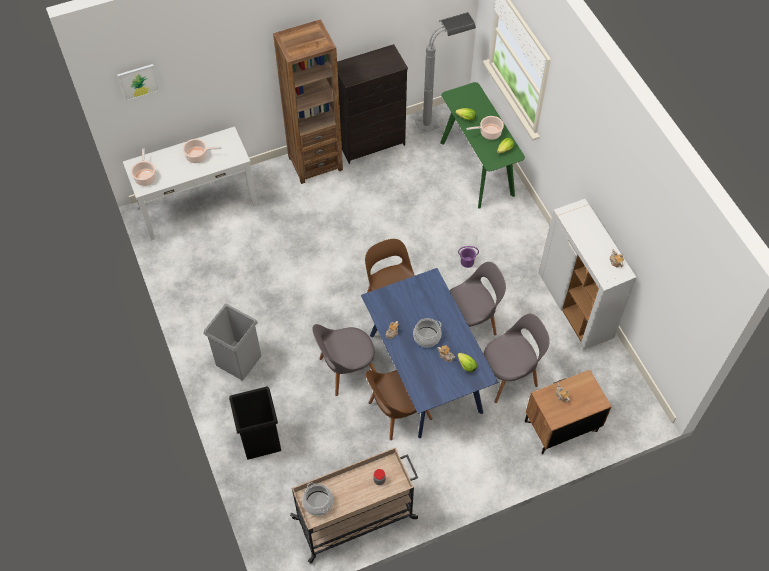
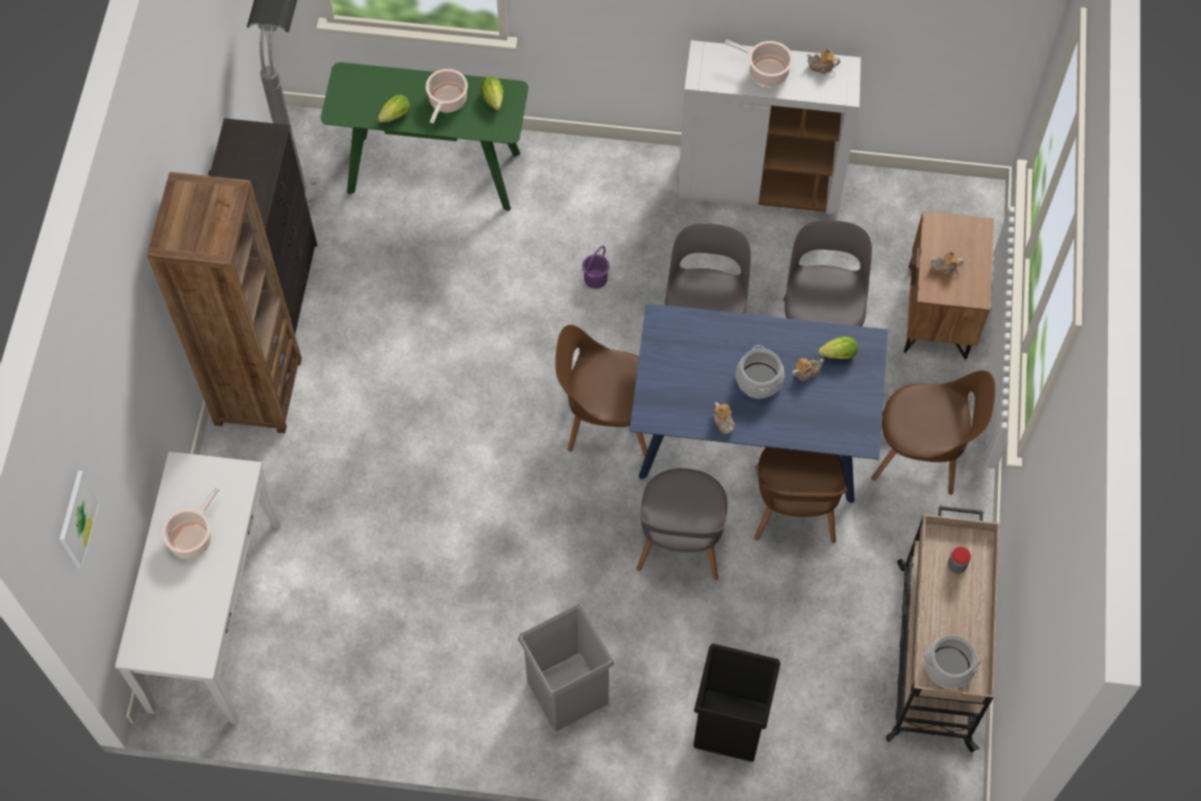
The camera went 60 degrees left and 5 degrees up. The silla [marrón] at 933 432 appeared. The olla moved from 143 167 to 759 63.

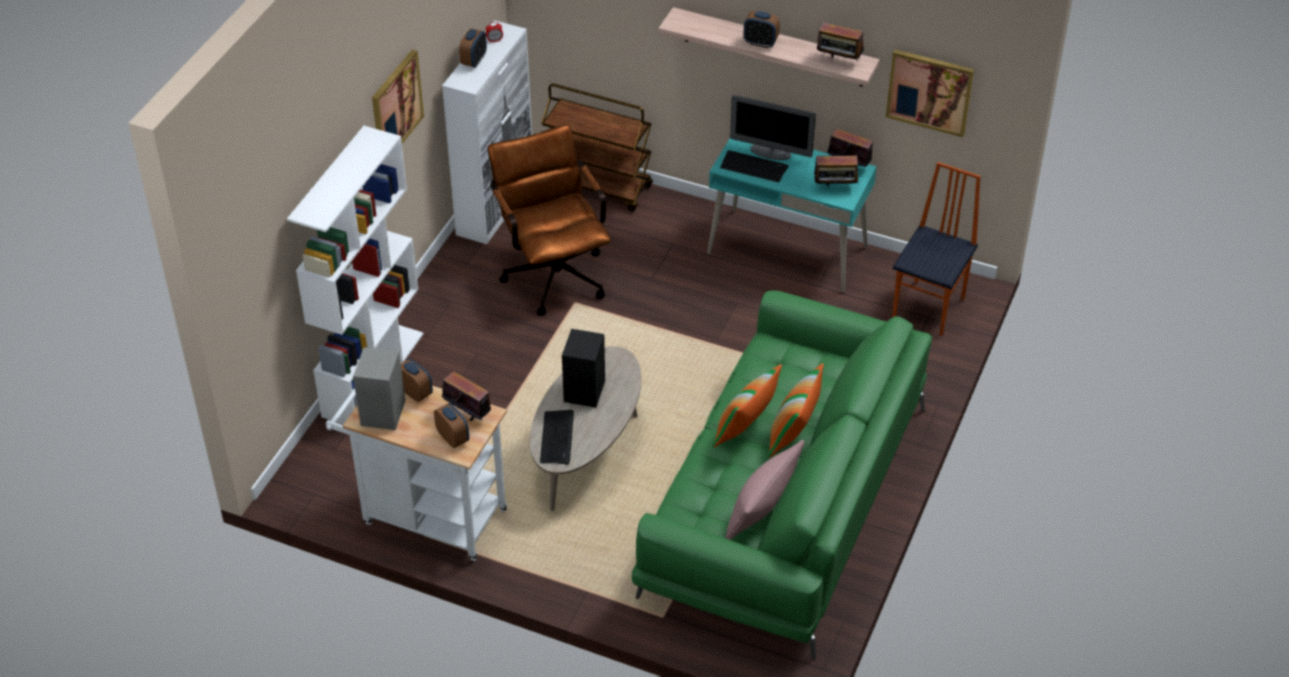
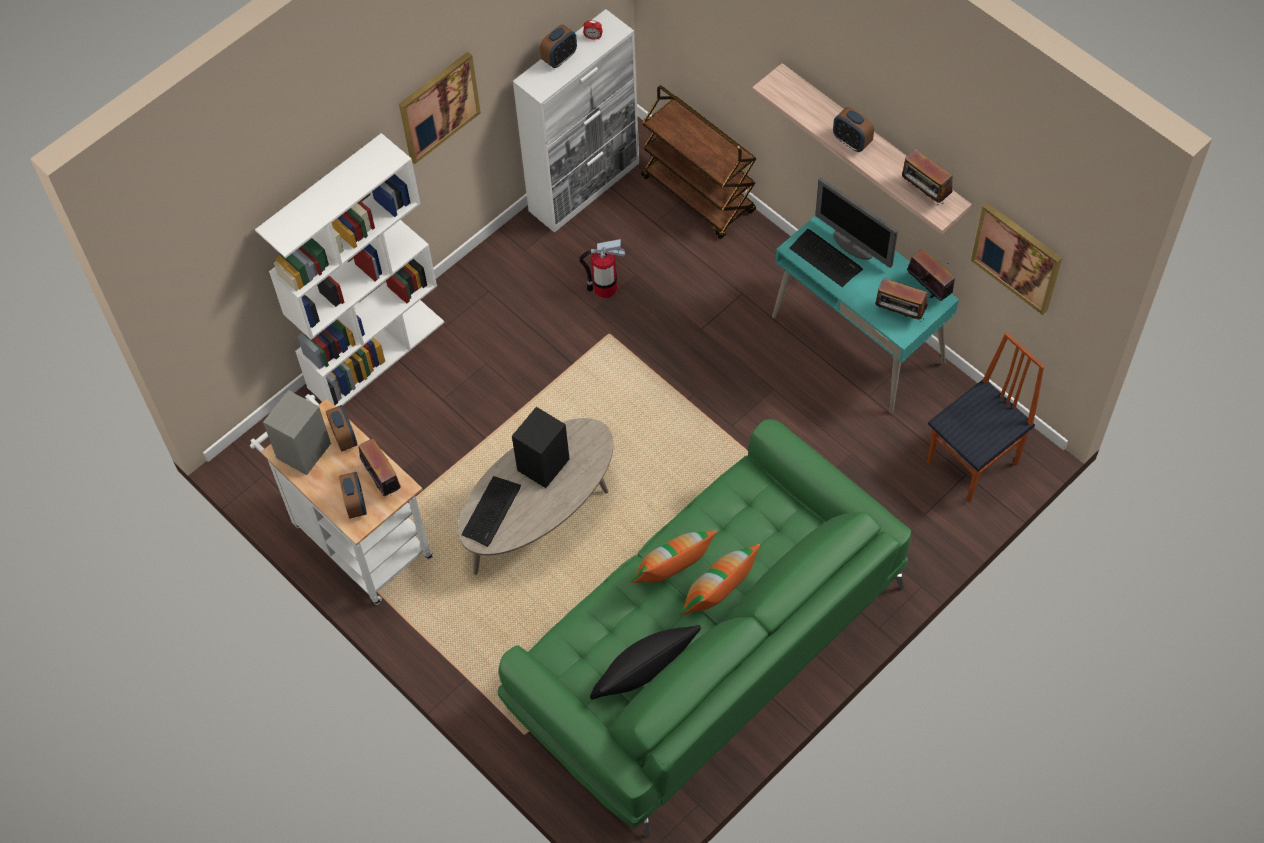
The camera went 25 degrees right and 15 degrees up. The silla de oficina [marrón] at 549 220 was replaced by the extintor at 602 268. The cojín [rosa] at 765 490 became the cojín [negro] at 645 662.

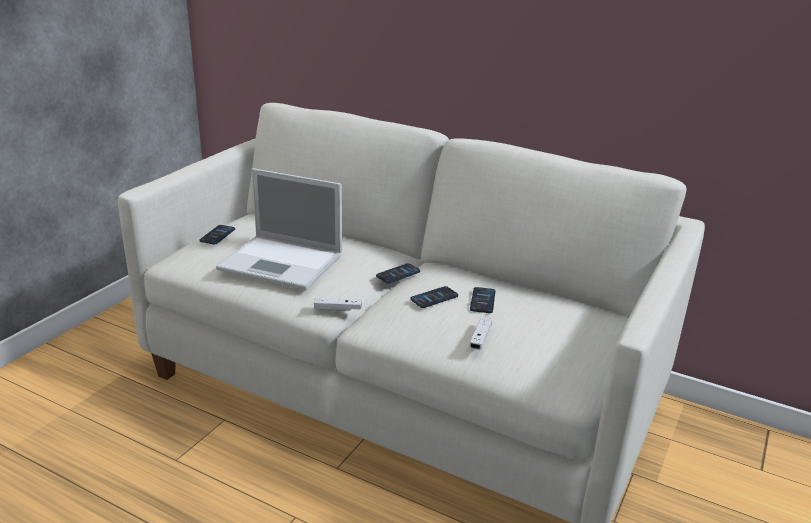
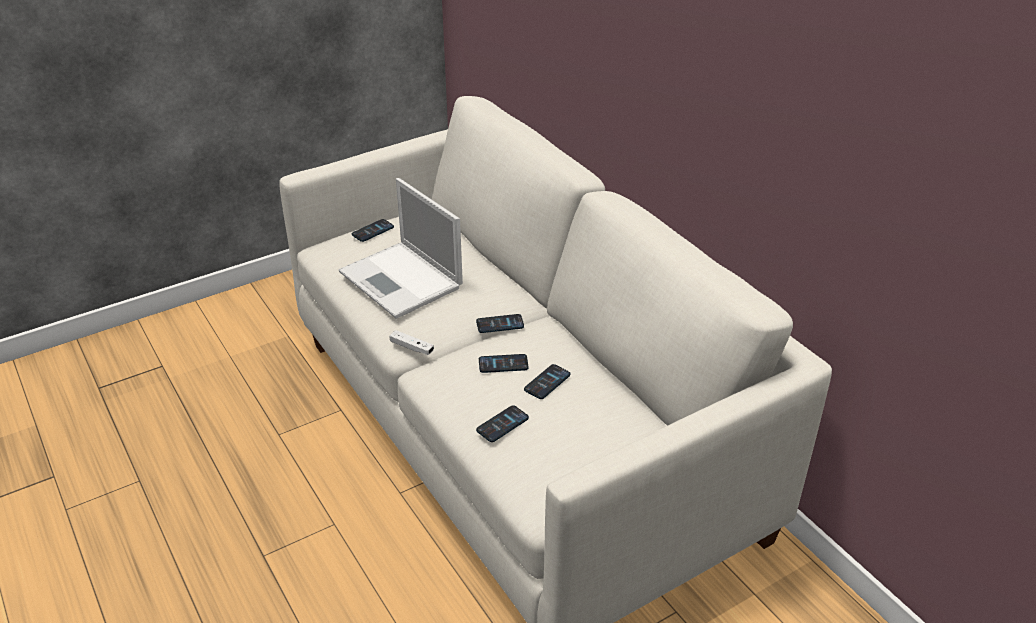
The camera went 30 degrees right and 10 degrees up. The mando de consola [blanco] at 480 333 was replaced by the móvil at 502 423.

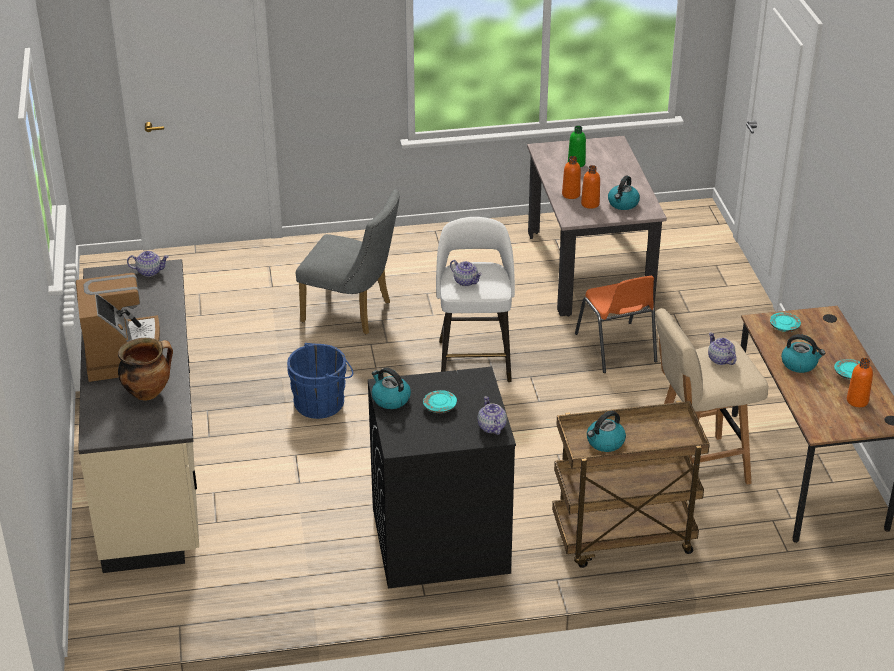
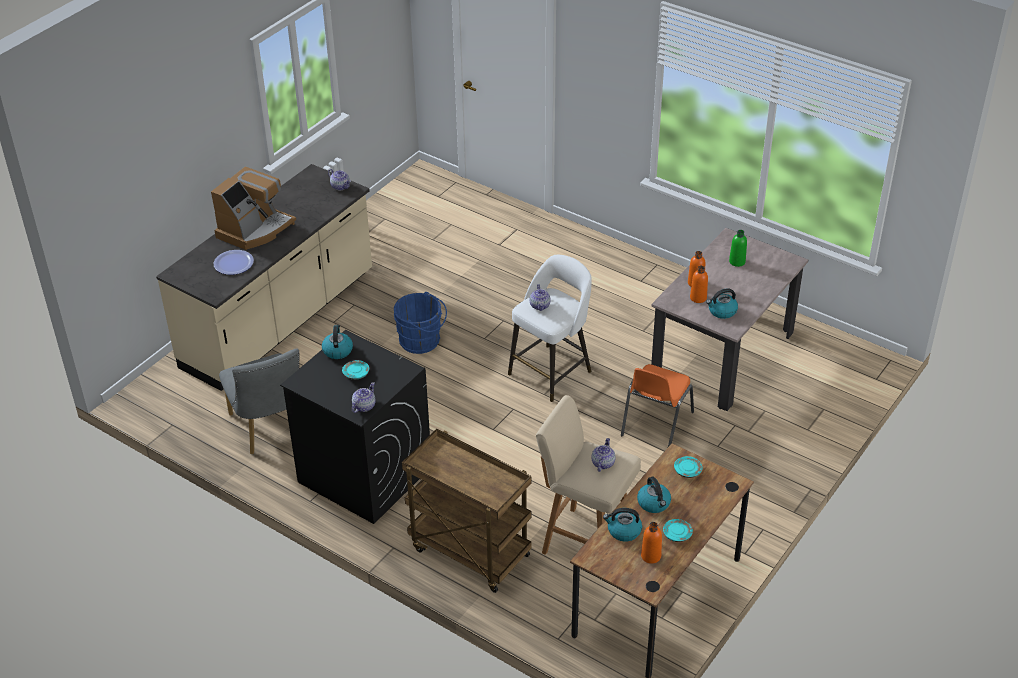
The camera went 45 degrees right and 5 degrees up. The silla [gris] moved from 348 261 to 259 401. The hervidor moved from 606 431 to 622 525. The olla at 145 369 was replaced by the plato at 234 262.

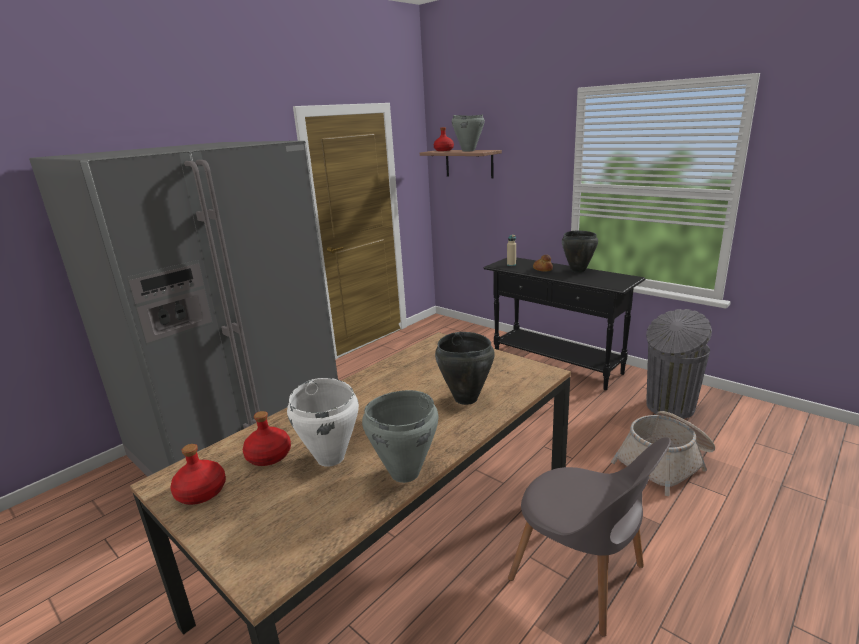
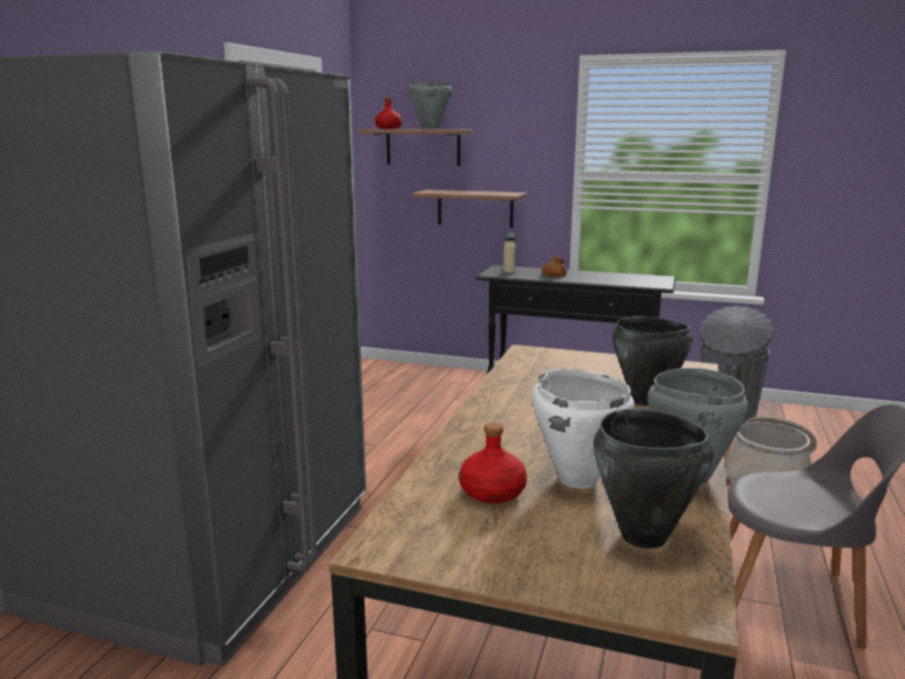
The camera went 25 degrees left and 5 degrees down. The botella [rojo] at 198 474 disappeared. The estante at 469 209 appeared. The olla [negro] moved from 580 251 to 653 479.

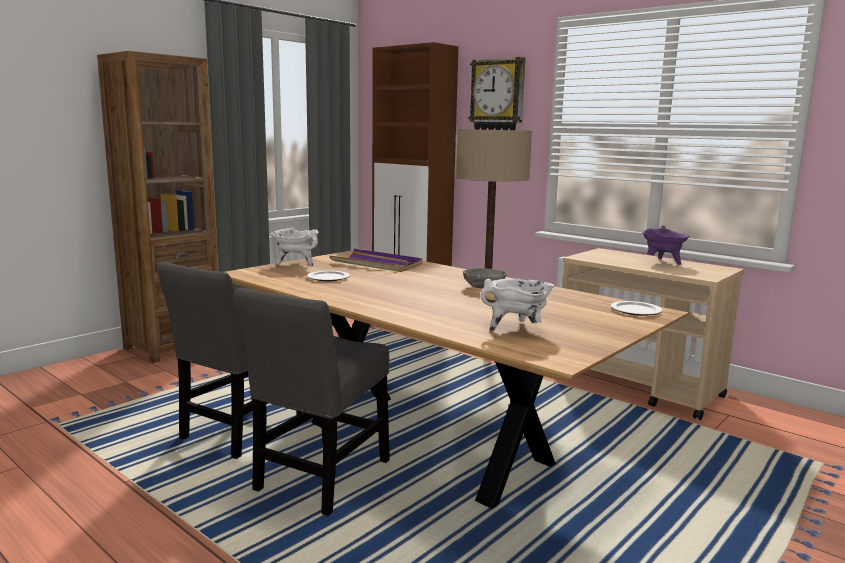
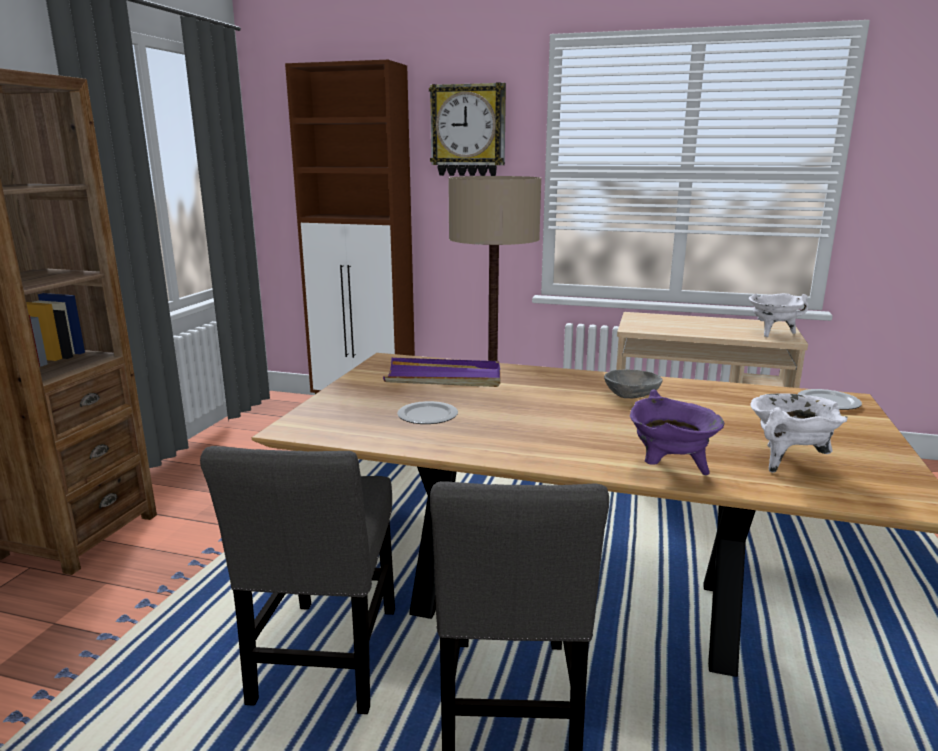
The camera went 25 degrees left and 5 degrees up. The olla [blanco] moved from 294 247 to 779 315. The olla [morado] moved from 665 245 to 677 432.

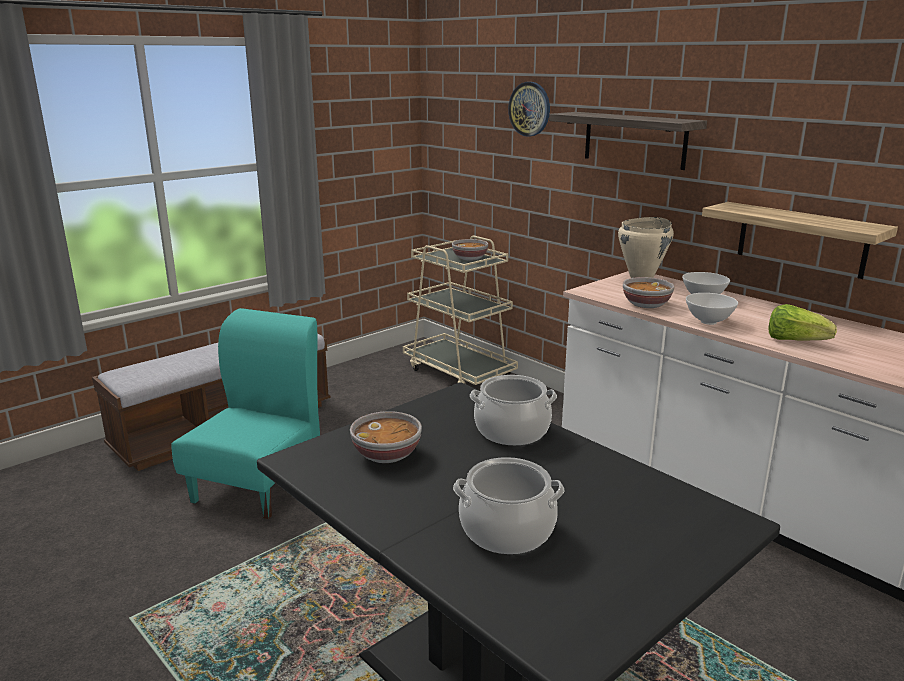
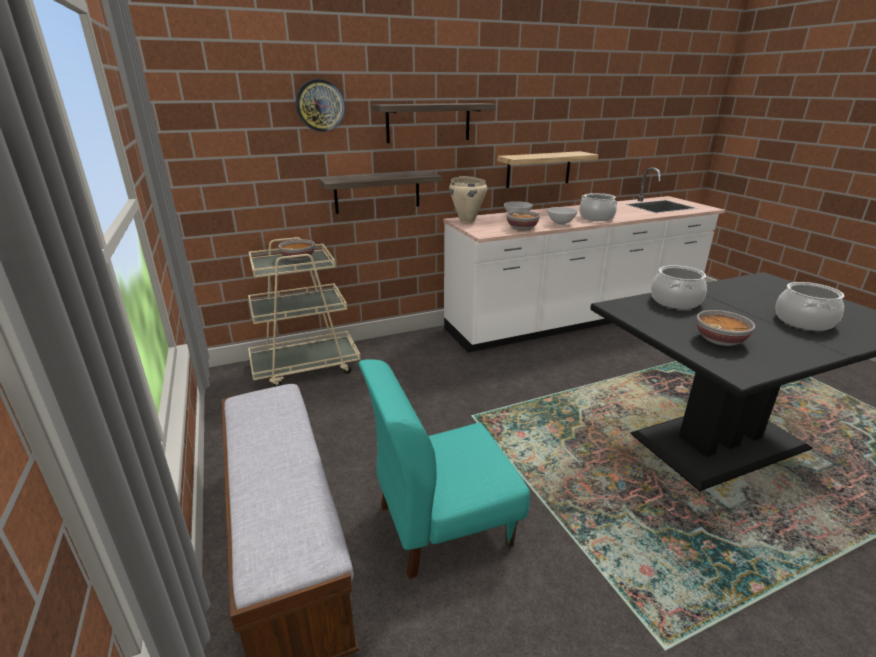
The camera went 70 degrees left and 5 degrees up. The estante at 380 192 appeared. The lechuga at 803 322 was replaced by the olla at 598 207. The silla [turquesa] at 246 413 turned 60 degrees counterclockwise.

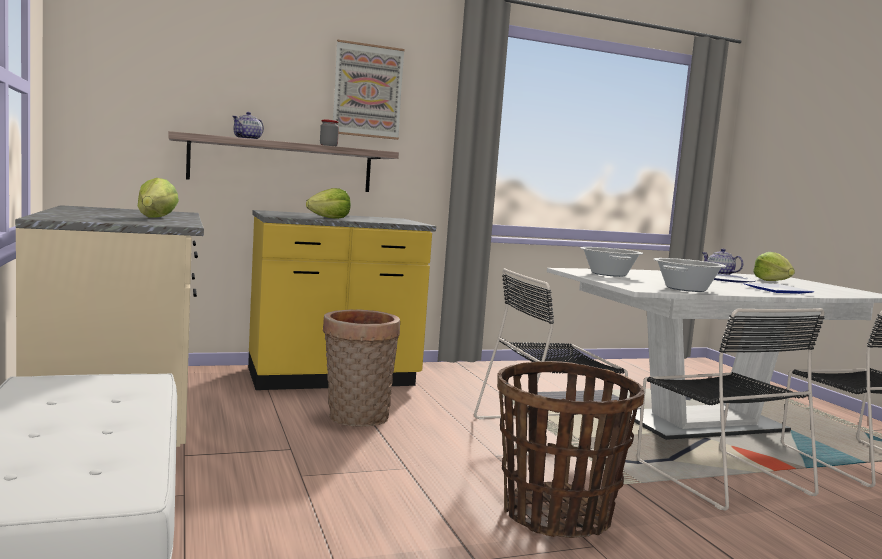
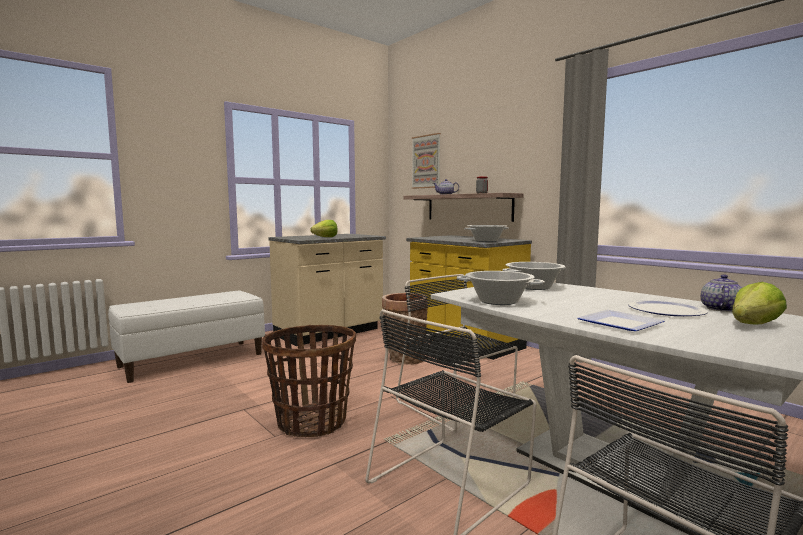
The camera went 70 degrees right and 0 degrees up. The lechuga at 328 203 disappeared. The olla at 486 233 appeared. The cuadro moved from 369 90 to 426 161.

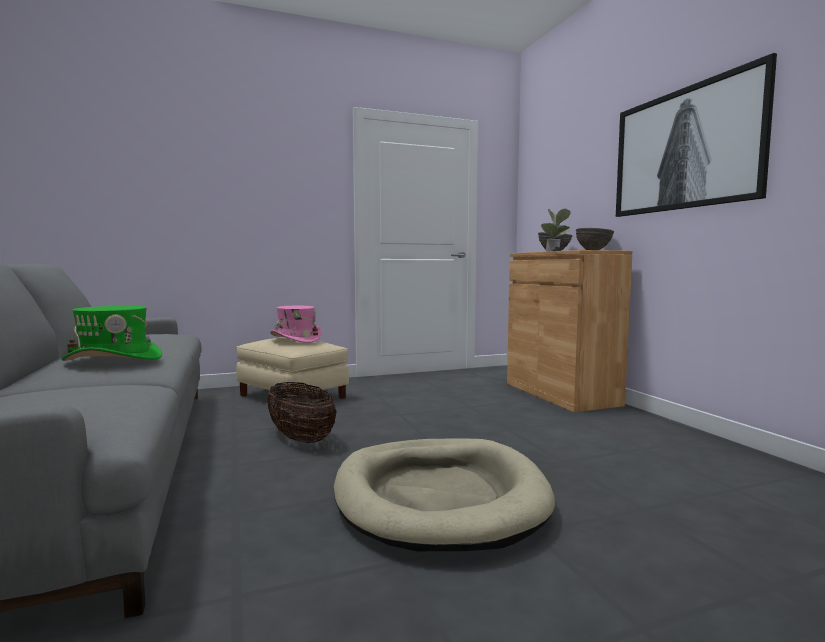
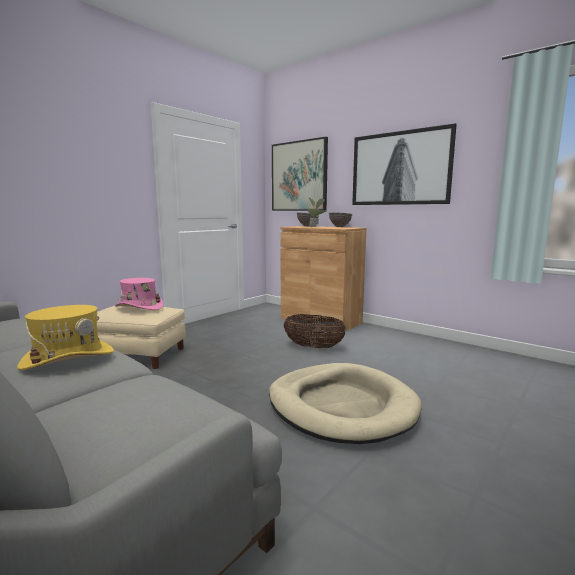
The camera went 30 degrees left and 5 degrees up. The cuadro at 300 174 appeared. The cesta moved from 302 412 to 315 331. The sombrero [verde] at 112 333 became the sombrero [amarillo] at 65 337.

